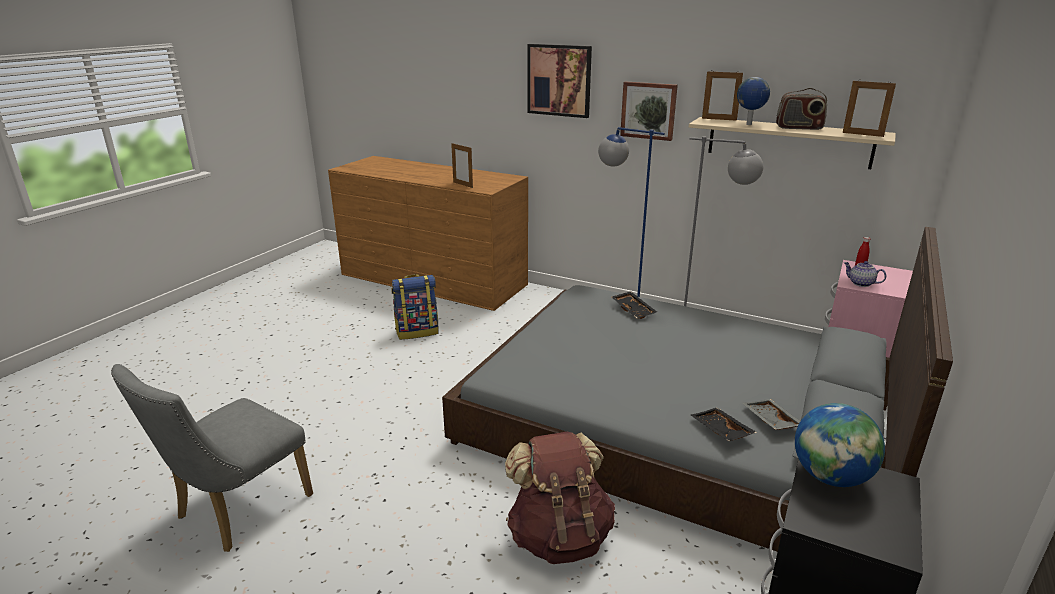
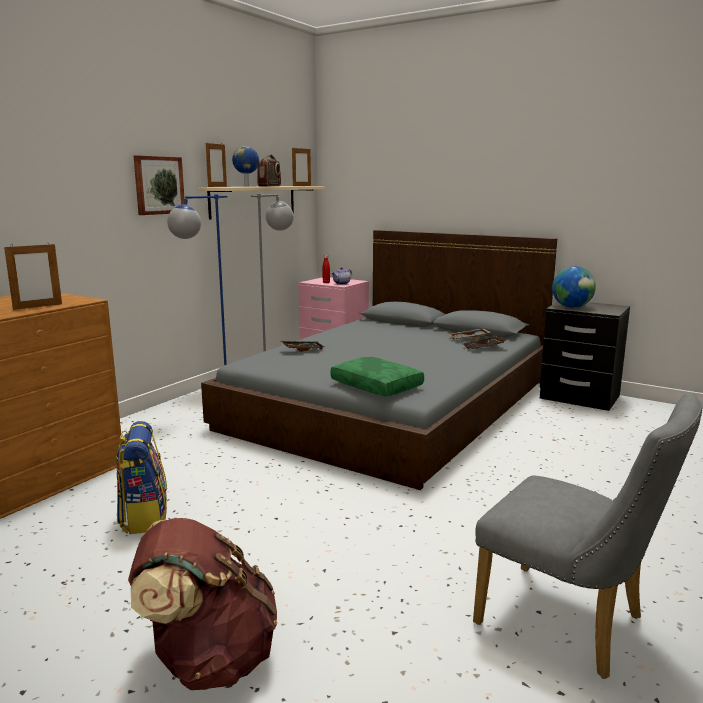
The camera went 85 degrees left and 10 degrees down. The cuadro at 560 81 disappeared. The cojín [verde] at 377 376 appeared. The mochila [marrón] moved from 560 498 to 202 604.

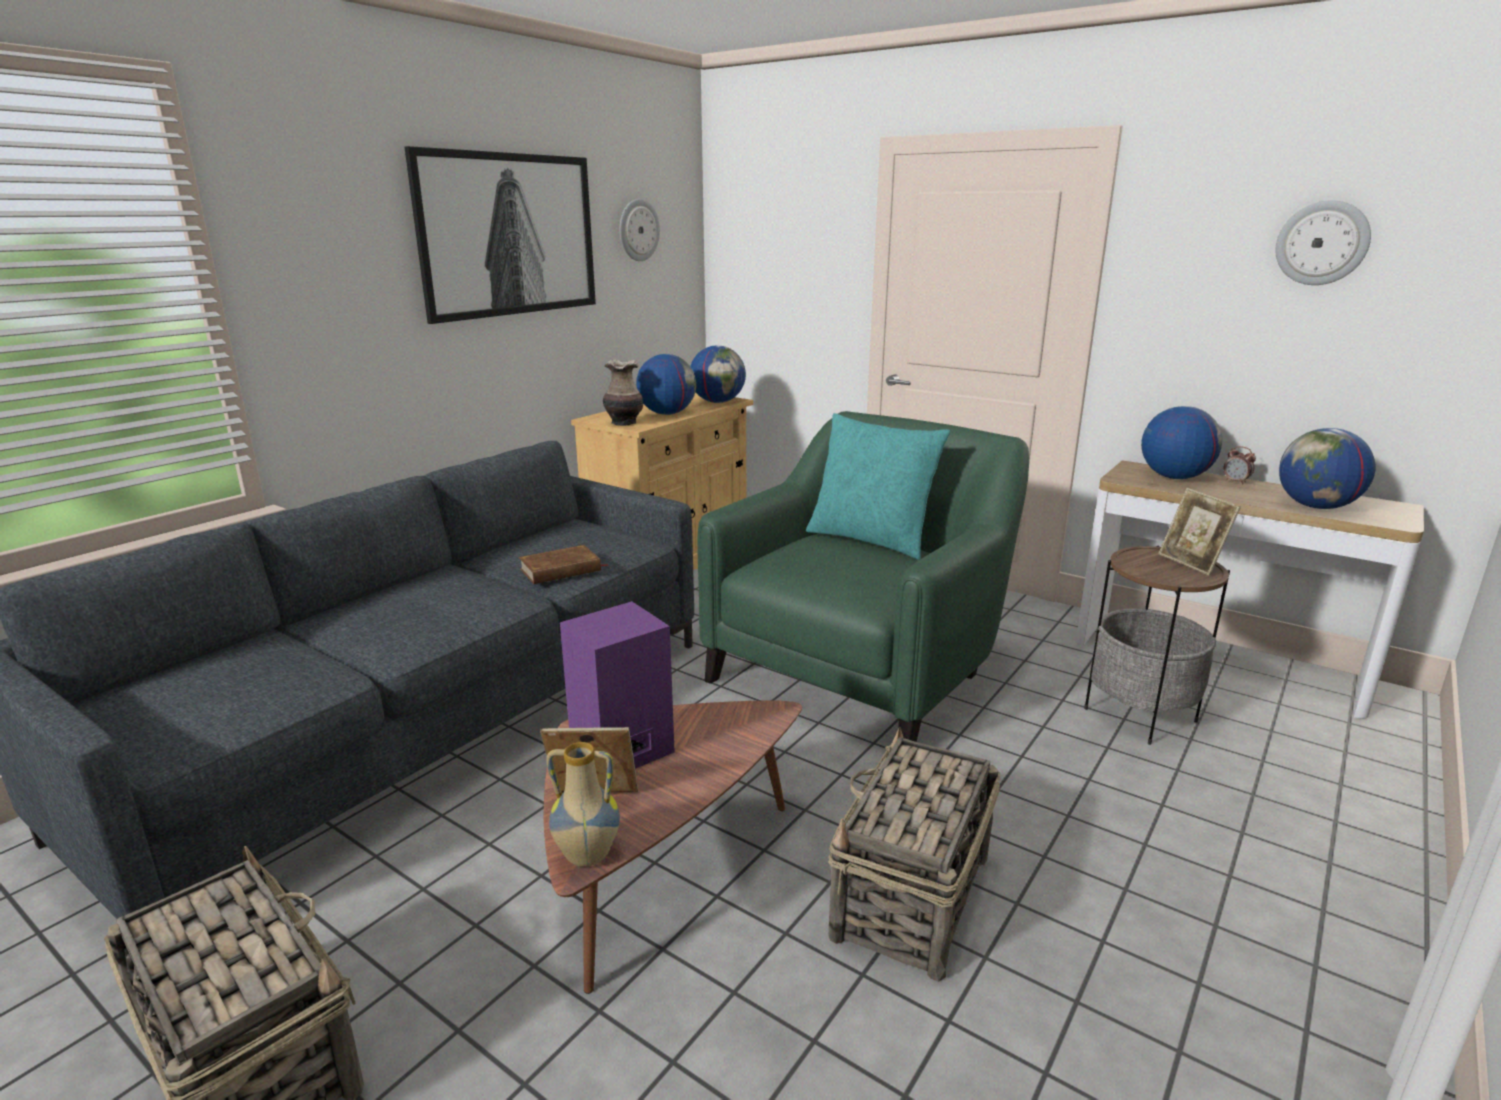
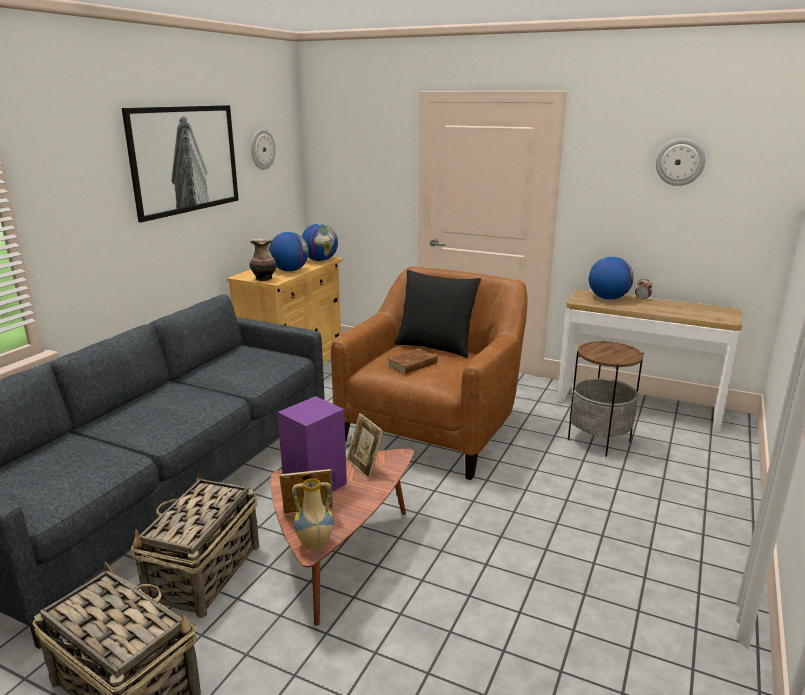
The camera went 10 degrees left and 0 degrees up. The globo terráqueo at 1327 468 disappeared. The libro [marrón] moved from 564 564 to 412 361. The cesta moved from 914 854 to 195 545. The portarretratos moved from 1199 532 to 365 446. The sillón [verde] at 863 576 became the sillón [marrón] at 429 373. The cojín [turquesa] at 878 486 became the cojín [negro] at 437 314.

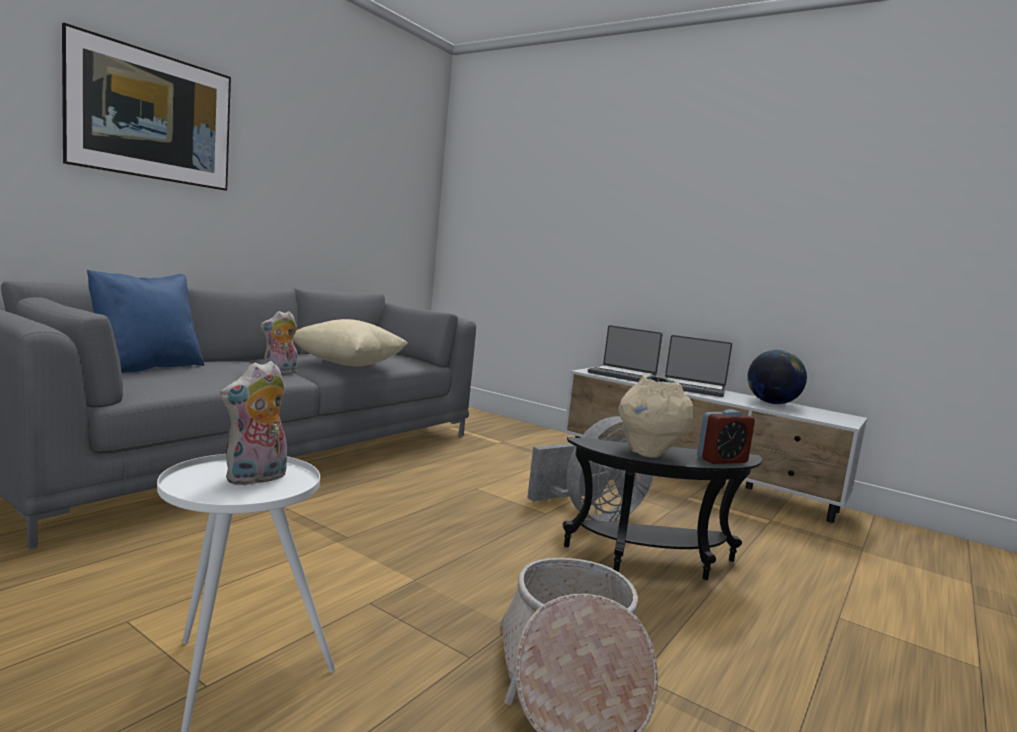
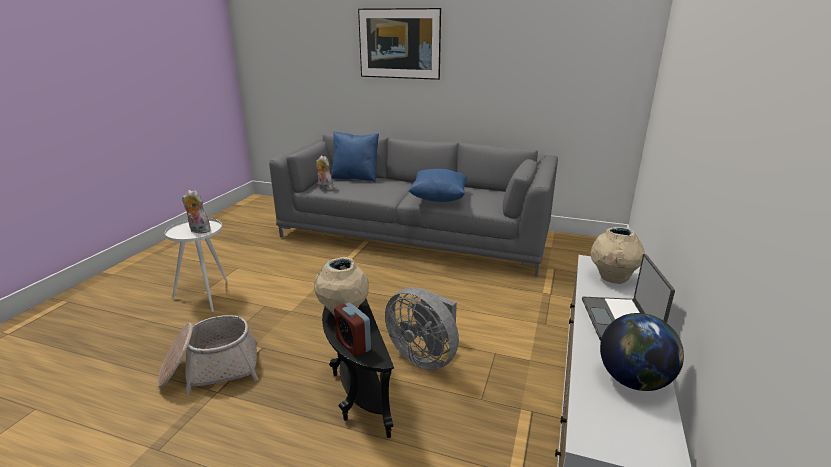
The camera went 75 degrees right and 15 degrees up. The peluche moved from 279 342 to 324 173. The portátil at 625 353 was replaced by the florero [beis] at 618 255. The cojín [beis] at 350 342 became the cojín [azul] at 437 185.

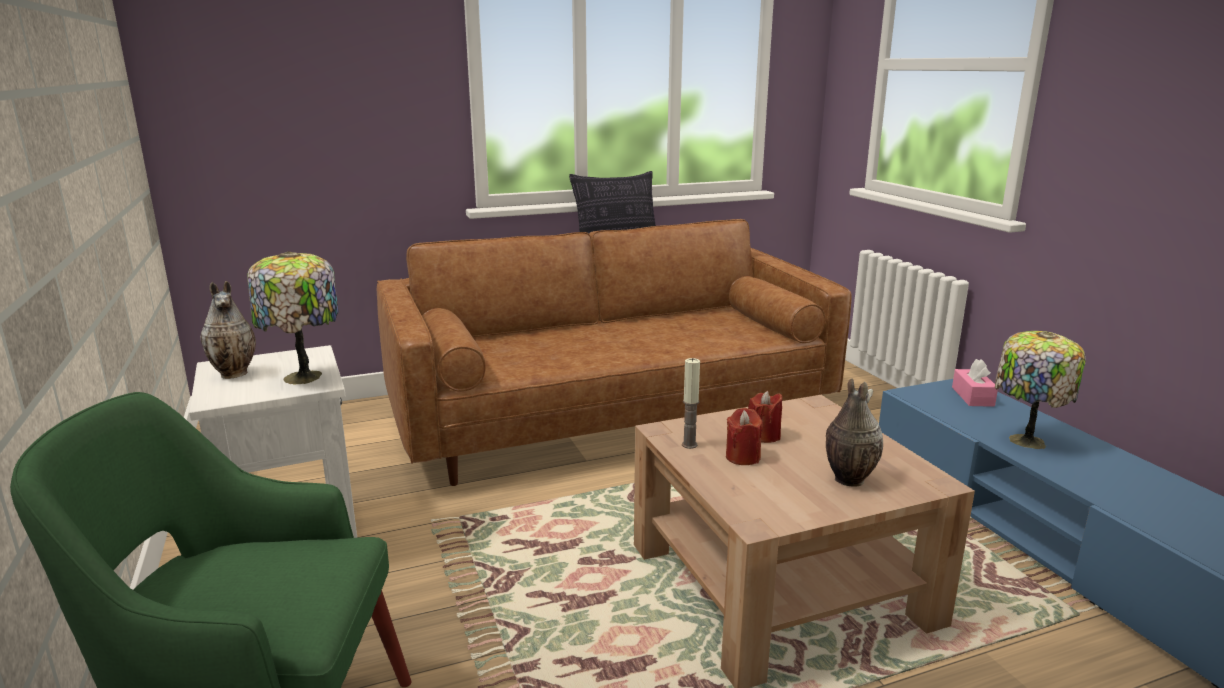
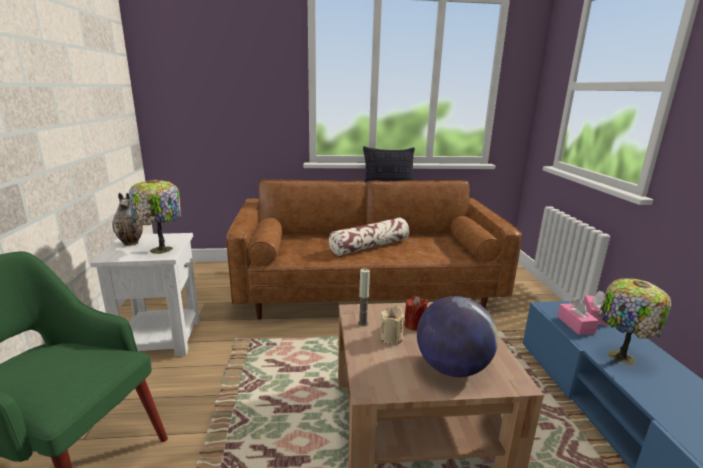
The camera went 15 degrees right and 0 degrees up. The cojín at 369 237 appeared. The caja de pañuelos [rosa] at 578 317 appeared. The florero at 854 432 was replaced by the globo terráqueo at 457 336. The vela [rojo] at 744 436 became the vela [beis] at 392 325.

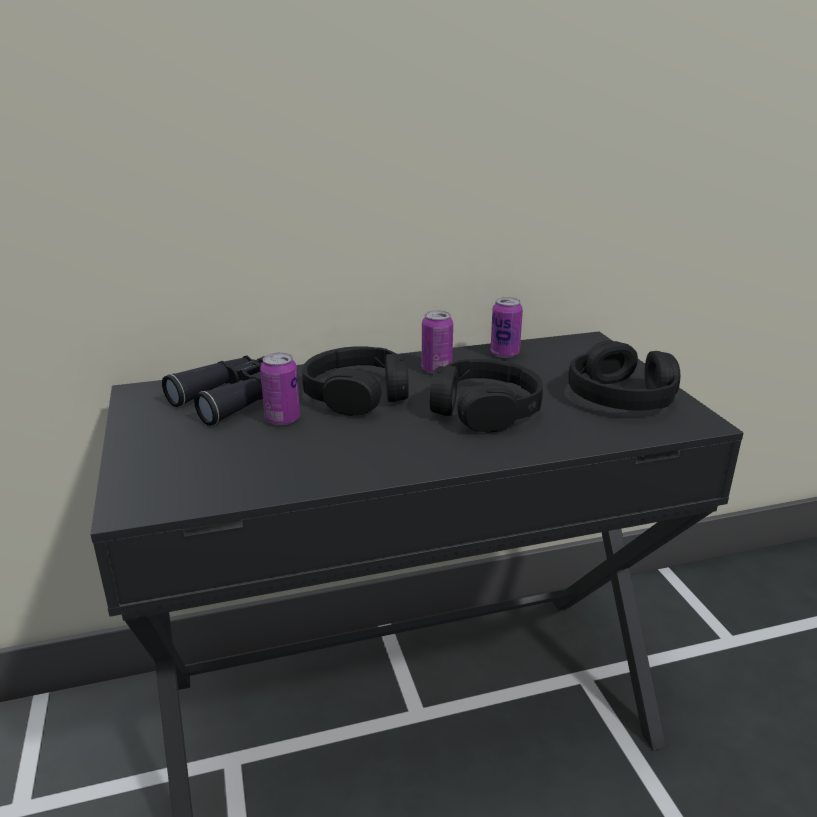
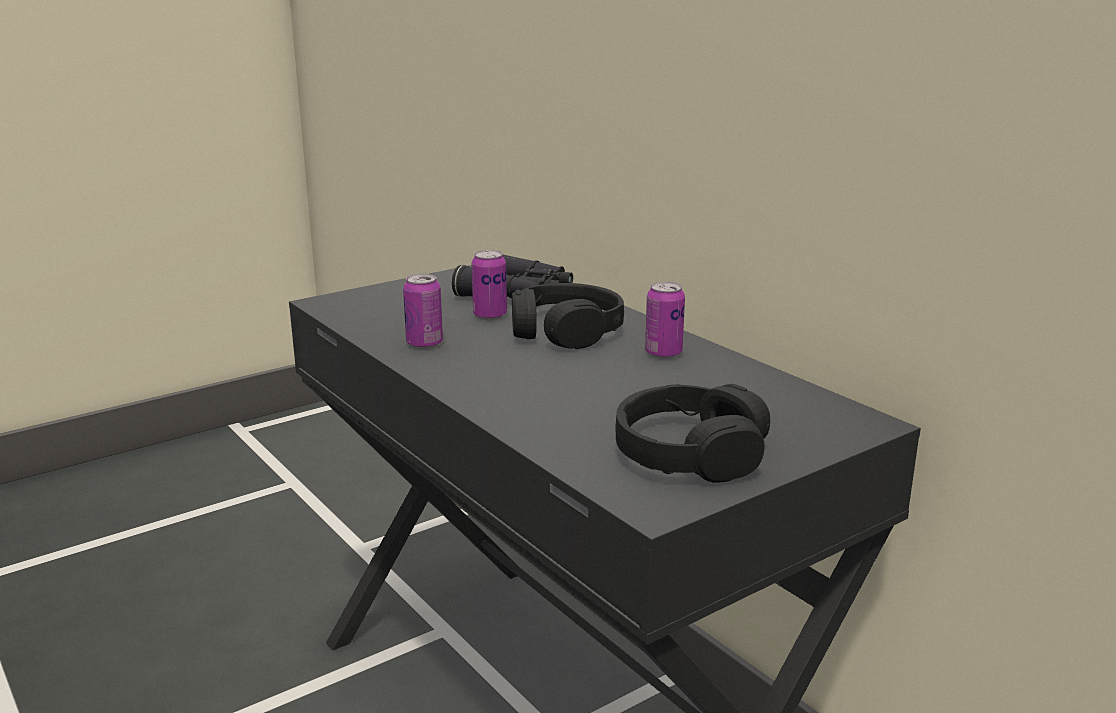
The camera went 70 degrees right and 5 degrees down. The auriculares [negro] at 486 396 disappeared. The lata moved from 506 327 to 423 311.

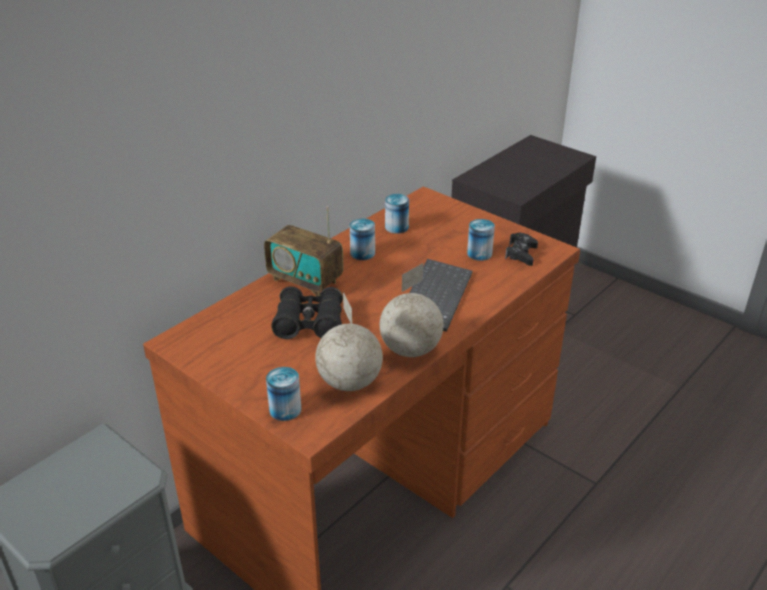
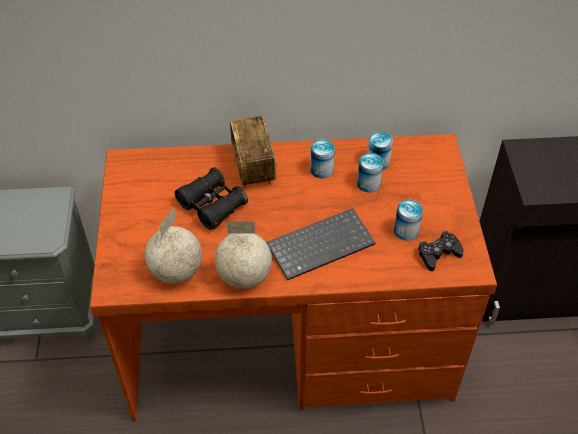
The camera went 45 degrees right and 15 degrees up. The lata moved from 283 394 to 370 172.

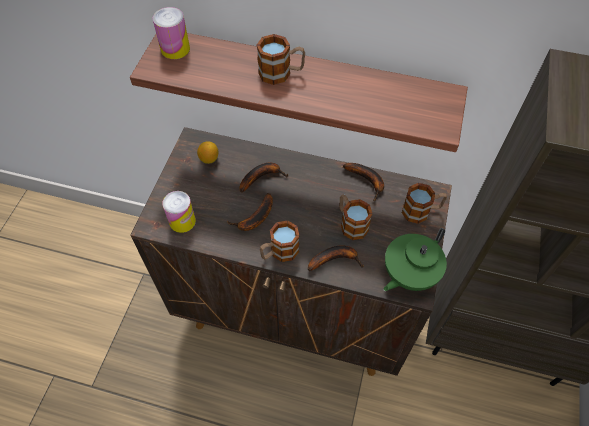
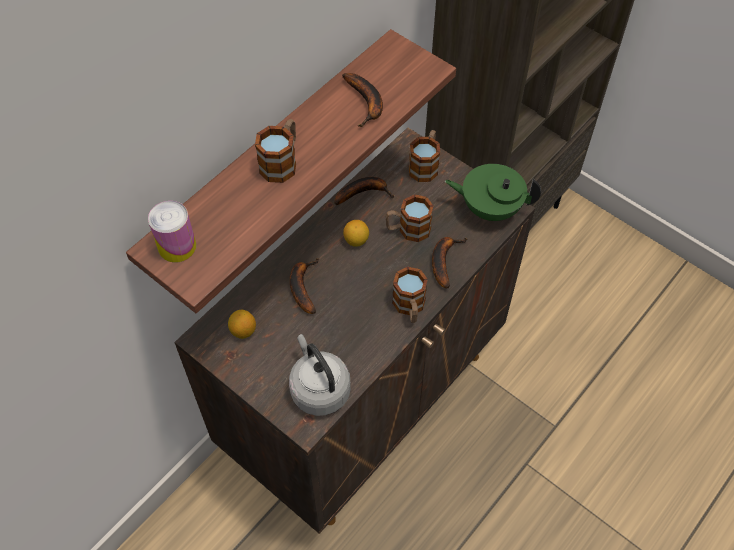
The camera went 65 degrees left and 0 degrees up. The limón at 356 233 appeared. The plátano moved from 250 212 to 362 100. The lata at 179 212 was replaced by the hervidor [gris] at 320 375. The tetera [verde] at 415 259 turned 120 degrees clockwise.

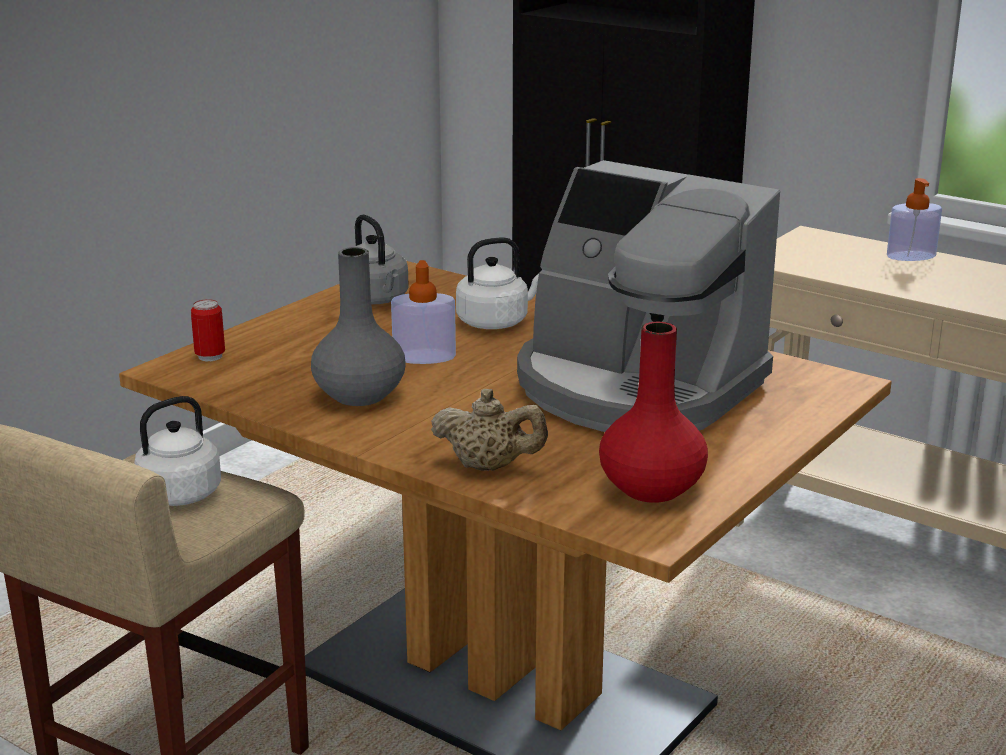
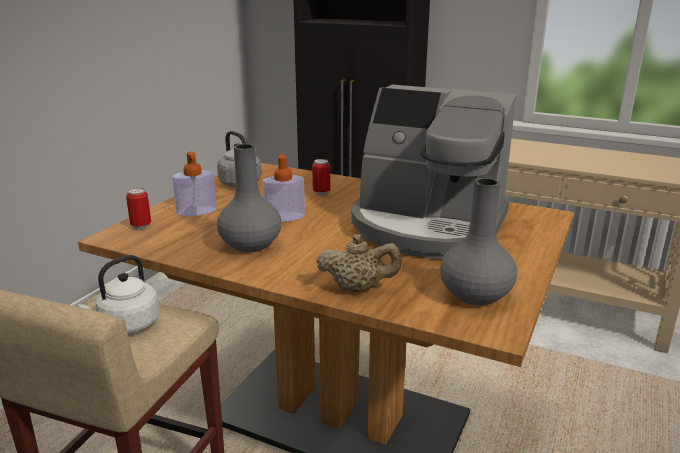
The camera went 10 degrees left and 0 degrees up. The dispensador de jabón moved from 914 219 to 194 184. The hervidor [blanco] at 497 283 was replaced by the lata at 321 177. The florero [rojo] at 653 412 became the florero [gris] at 478 242.

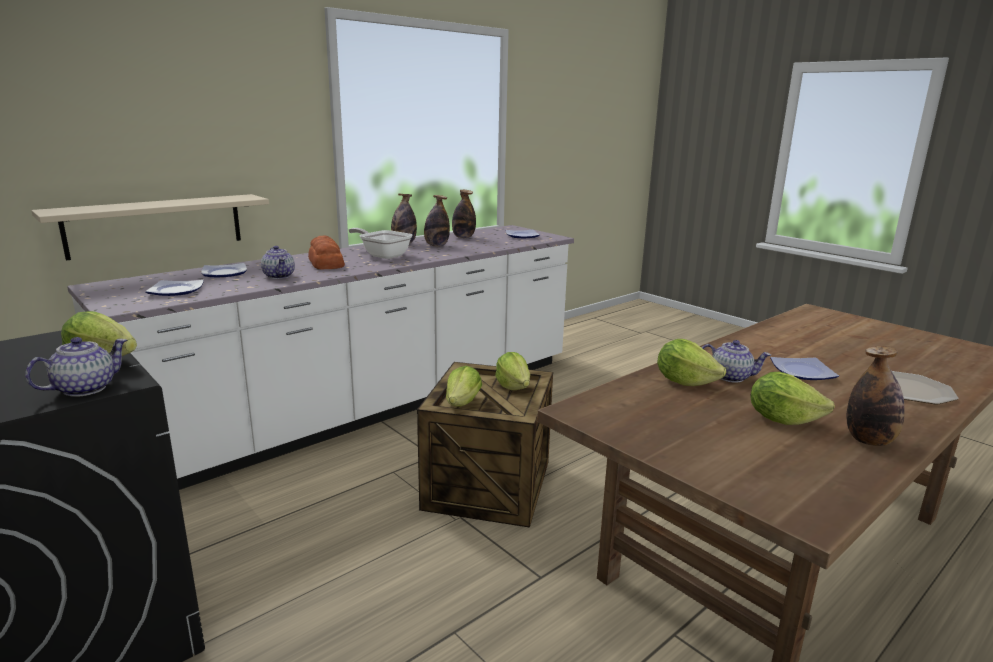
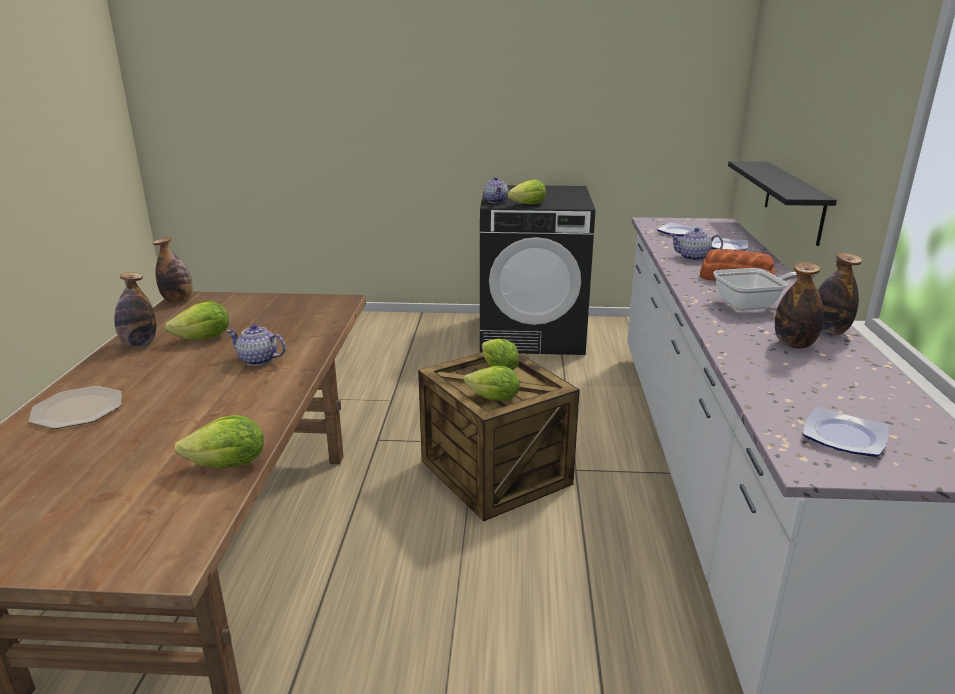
The camera went 135 degrees right and 5 degrees up. The plato at 804 368 disappeared. The botella moved from 464 214 to 173 270. The lechuga moved from 691 362 to 219 441. The estante [beis] at 150 227 became the estante [negro] at 782 203. The tetera at 736 361 turned 45 degrees clockwise.

